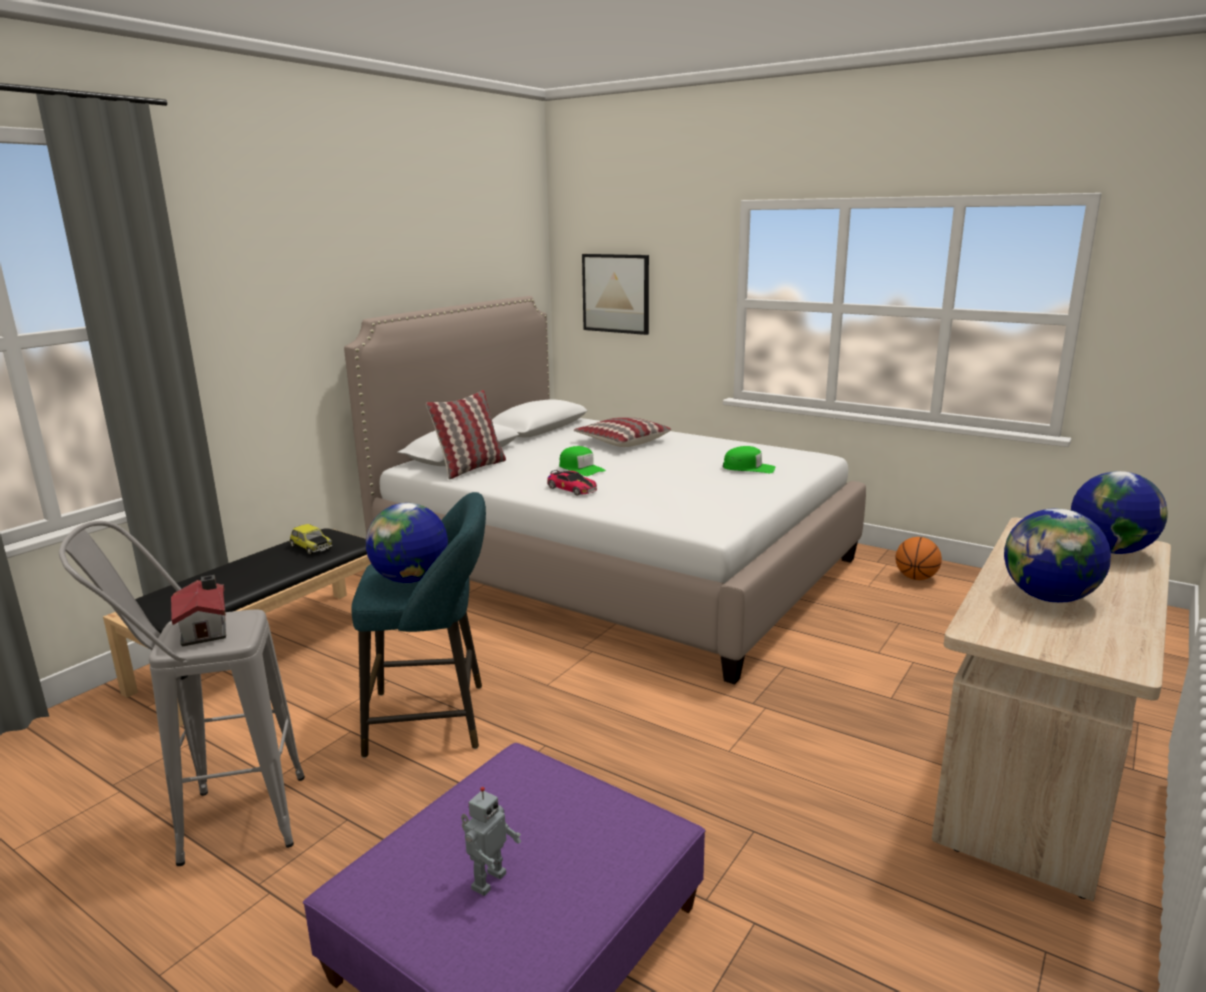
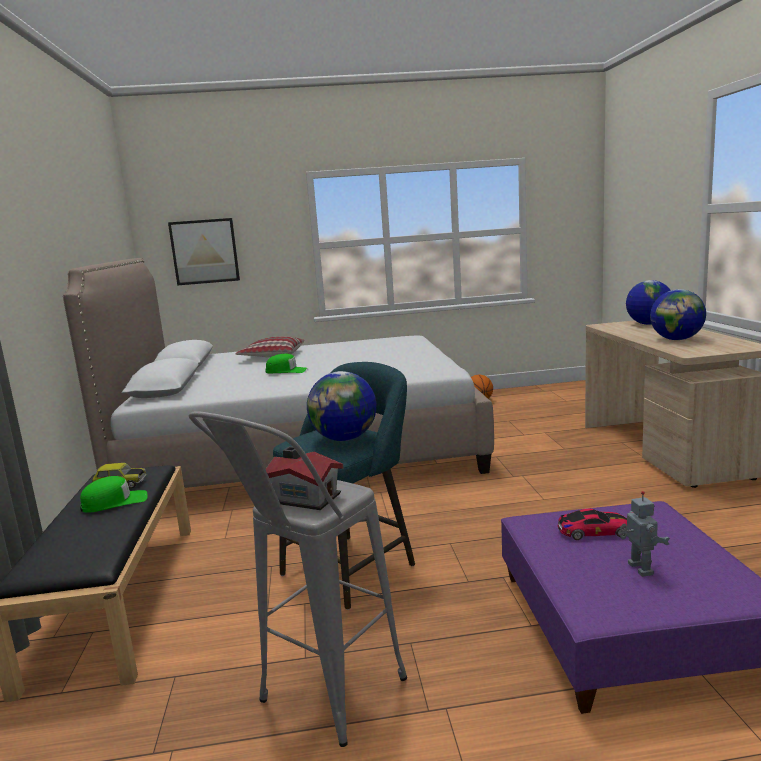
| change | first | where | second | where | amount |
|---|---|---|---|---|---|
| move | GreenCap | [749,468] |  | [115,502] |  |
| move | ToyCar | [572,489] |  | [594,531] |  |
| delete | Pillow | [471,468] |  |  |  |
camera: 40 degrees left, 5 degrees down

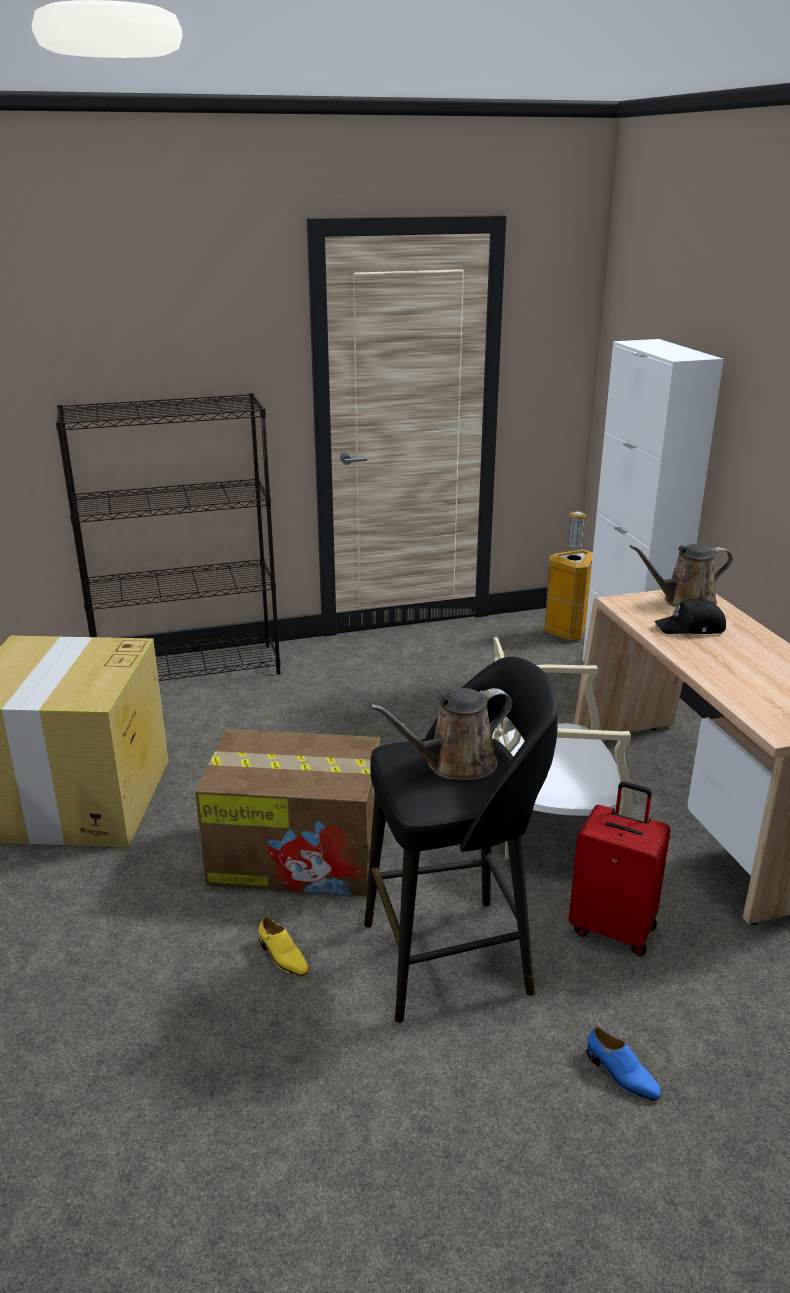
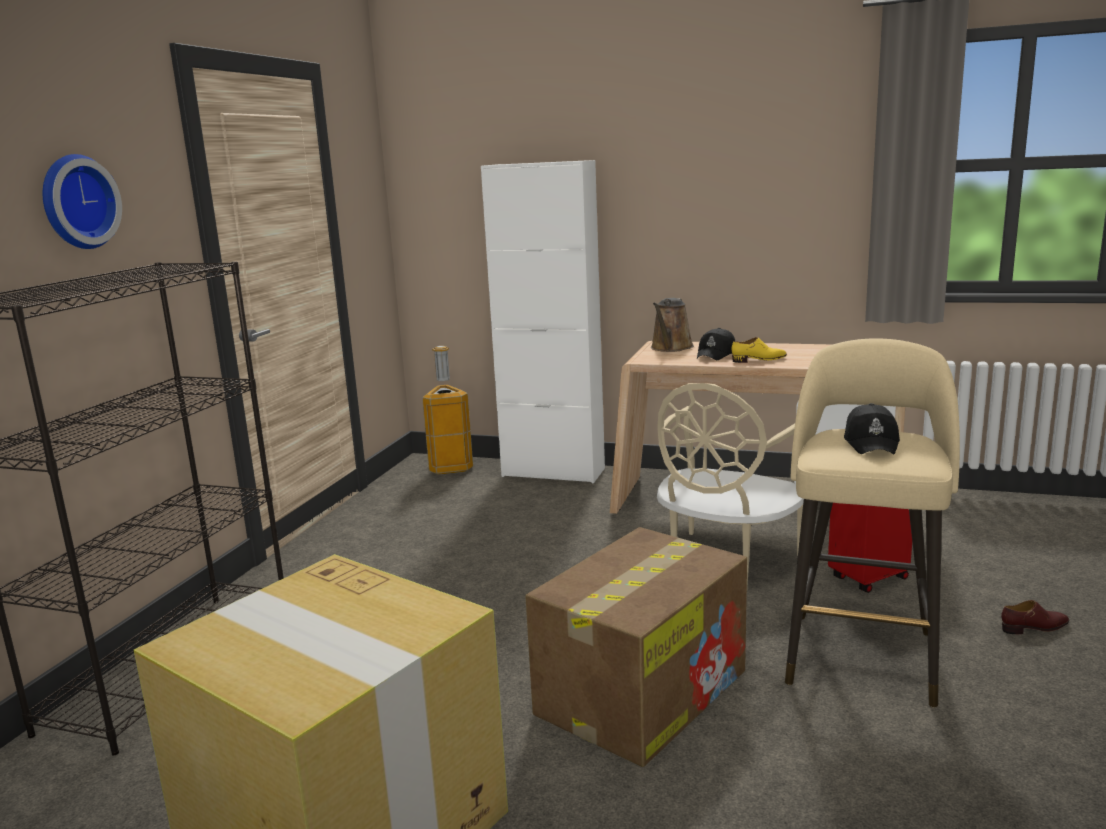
| change | first | where | second | where | amount |
|---|---|---|---|---|---|
| insert |  |  | WallClock | [76,202] |  |
| move | YellowShoe | [283,957] |  | [759,360] |  |
| recolor | BlackStool | [452,957] | BeigeStool | [861,654] |  |
| replace | BrownWateringCan | [454,764] | BlackCap | [872,442] |  |
| recolor | BlueShoe | [621,1075] | BrownShoe | [1035,628] |  |
camera: 55 degrees left, 10 degrees down

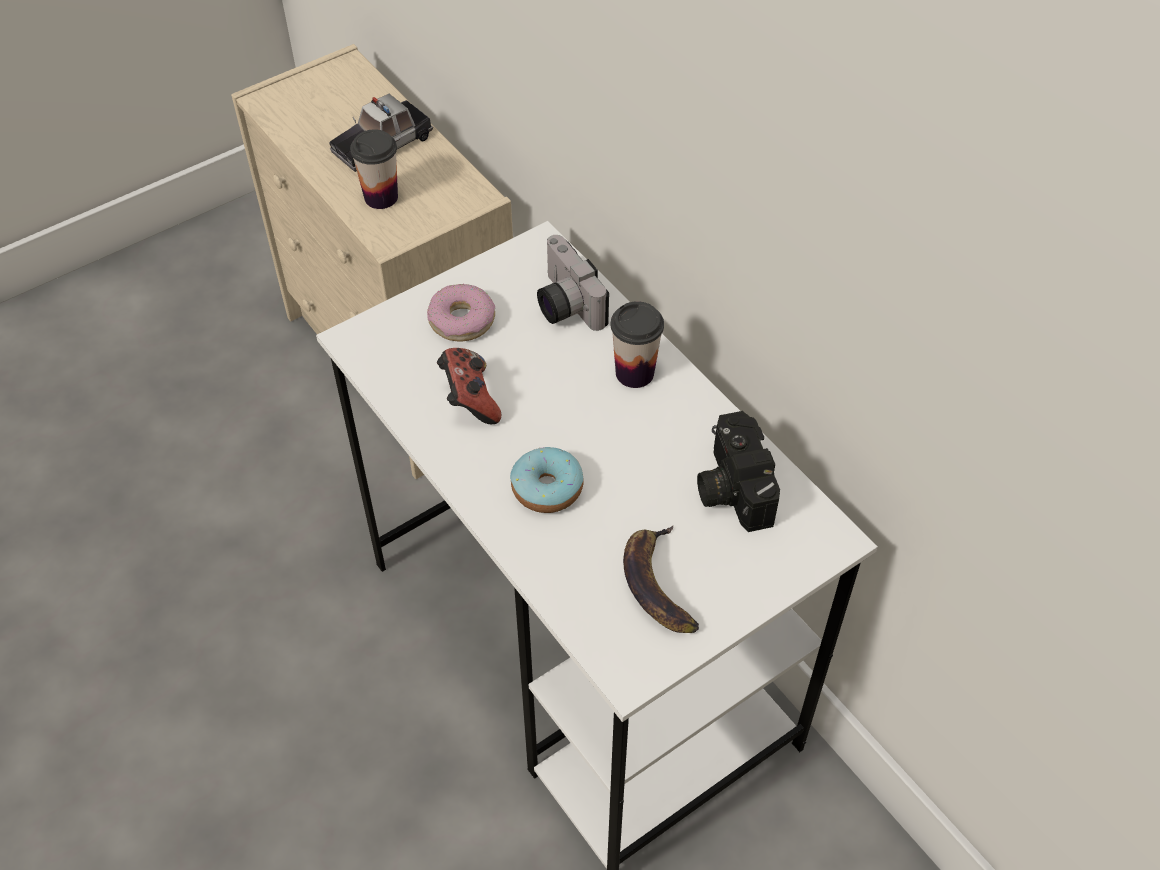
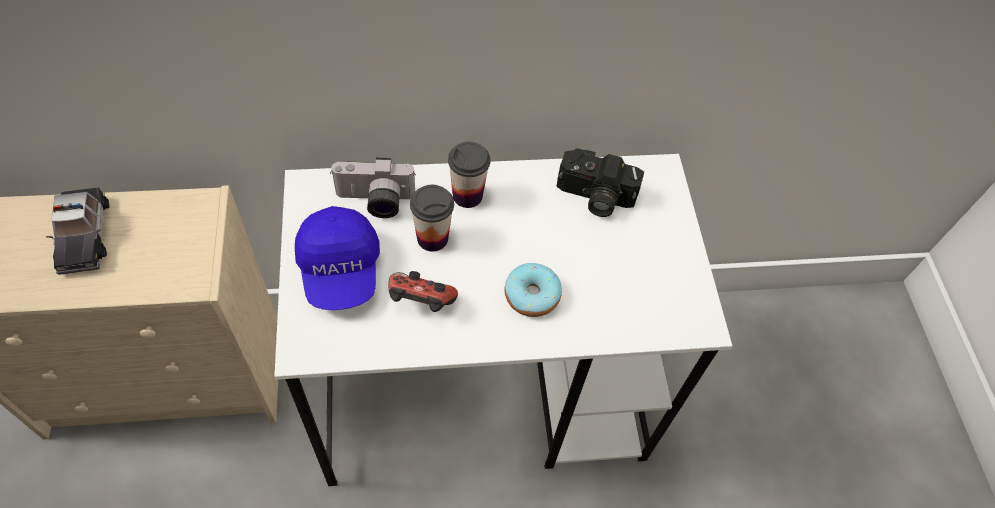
| change | first | where | second | where | amount |
|---|---|---|---|---|---|
| replace | Donut | [462,320] | BlueCap | [340,270] |  |
| move | Cup | [381,197] |  | [432,238] |  |
| delete | Banana | [657,584] |  |  |  |
camera: 65 degrees left, 5 degrees up

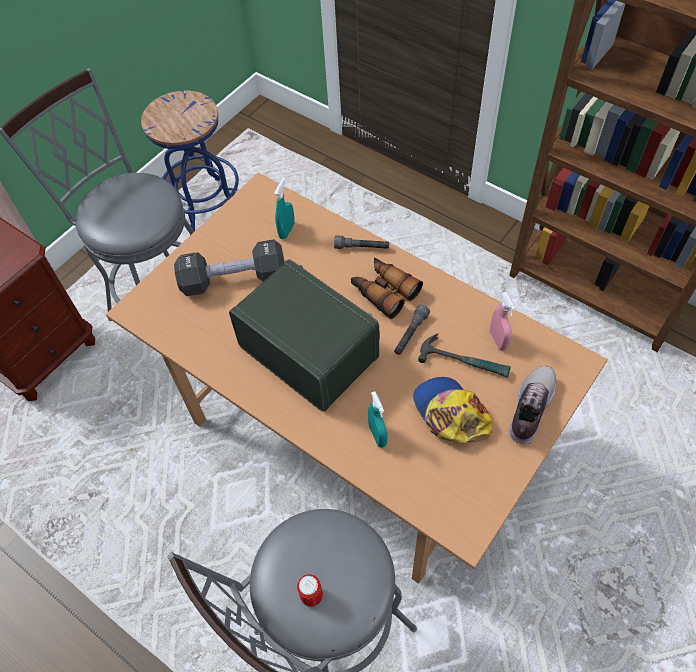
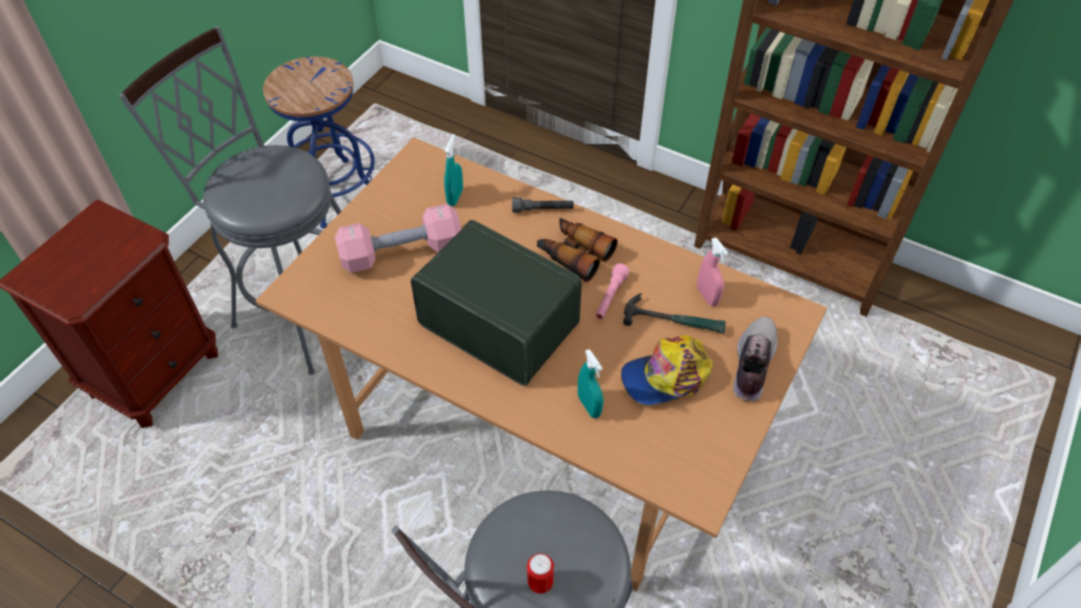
| change | first | where | second | where | amount |
|---|---|---|---|---|---|
| recolor | BlackDumbbell | [234,279] | PinkDumbbell | [401,252] |  |
| recolor | GreyFlashlight | [410,334] | PinkFlashlight | [610,297] |  |
| rotate | Cap | [450,413] |  | [666,376] | 75 degrees counterclockwise |
camera: 10 degrees left, 5 degrees down

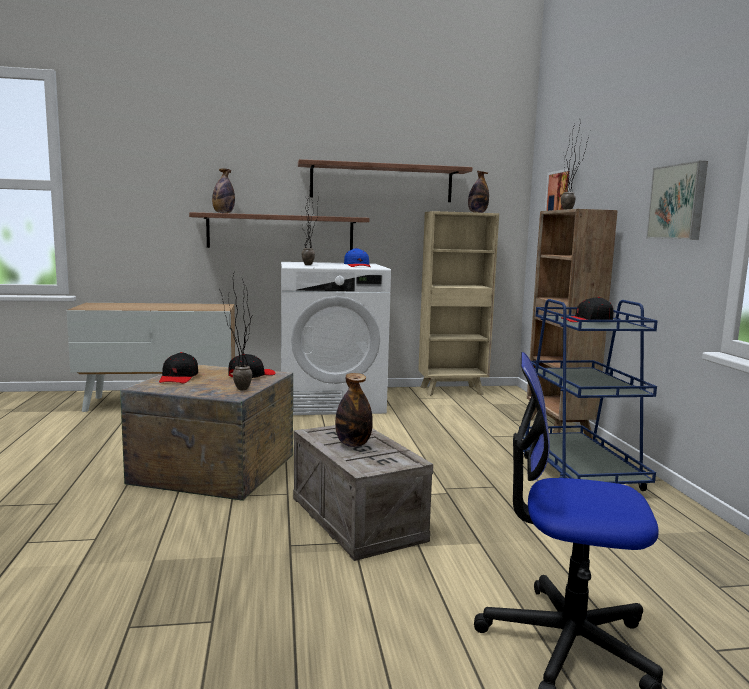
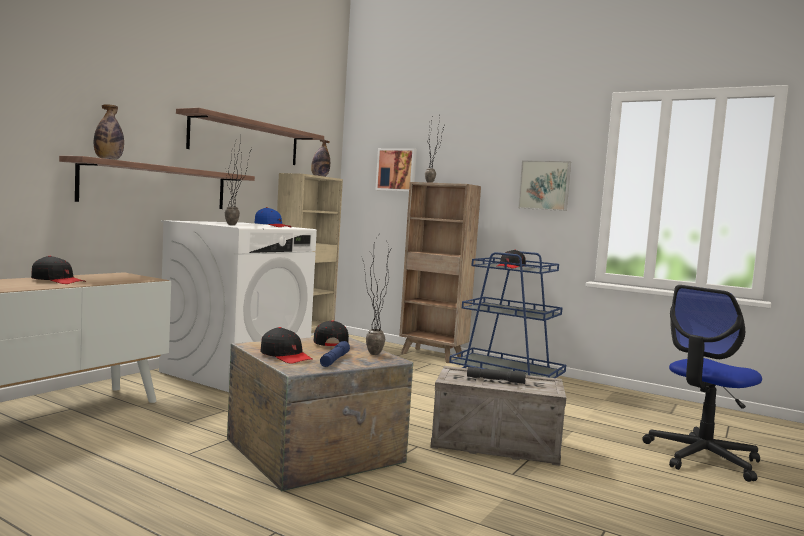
| change | first | where | second | where | amount |
|---|---|---|---|---|---|
| insert |  |  | BlackCap | [58,281] |  |
| insert |  |  | BlueFlashlight | [334,360] |  |
| replace | Bottle | [353,444] | GreyFlashlight | [495,380] |  |
camera: 50 degrees left, 5 degrees down

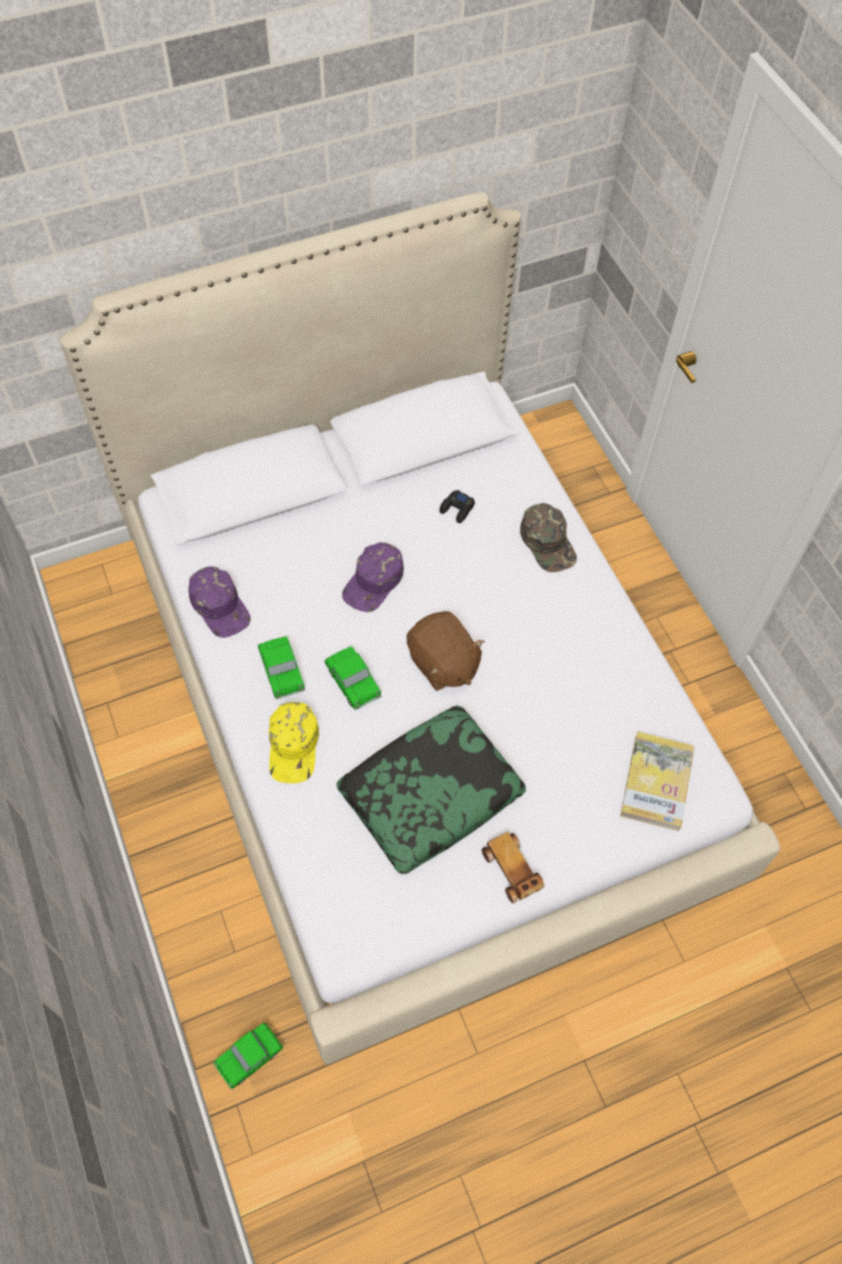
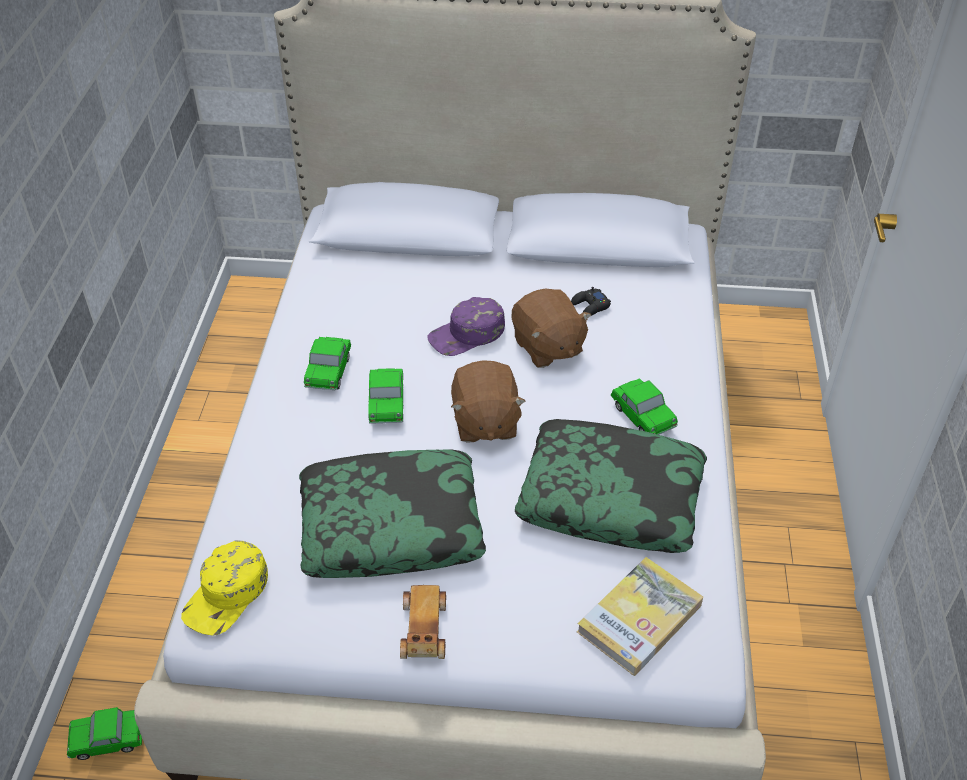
| change | first | where | second | where | amount |
|---|---|---|---|---|---|
| move | YellowCap | [294,746] |  | [227,594] |  |
| insert |  |  | BrownPlushToy | [547,347] |  |
| insert |  |  | Pillow | [611,497] |  |
| insert |  |  | ToyCar | [642,417] |  |
| delete | PurpleCap | [220,606] |  |  |  |
| delete | GreenCap | [548,542] |  |  |  |
camera: 30 degrees right, 15 degrees down

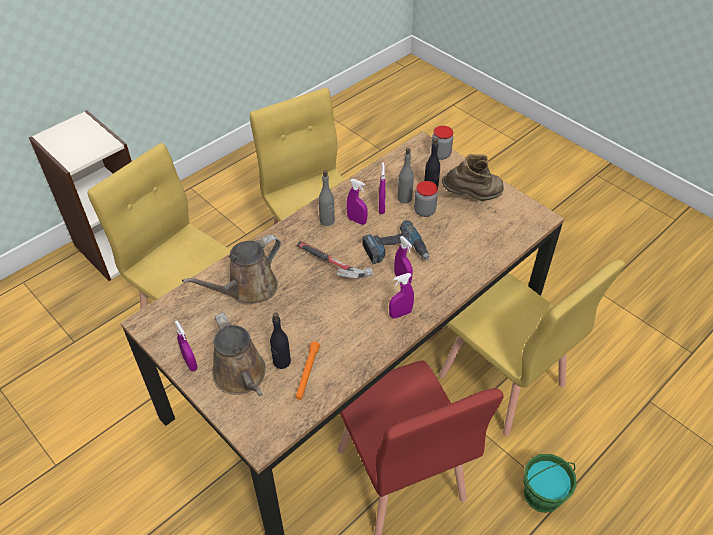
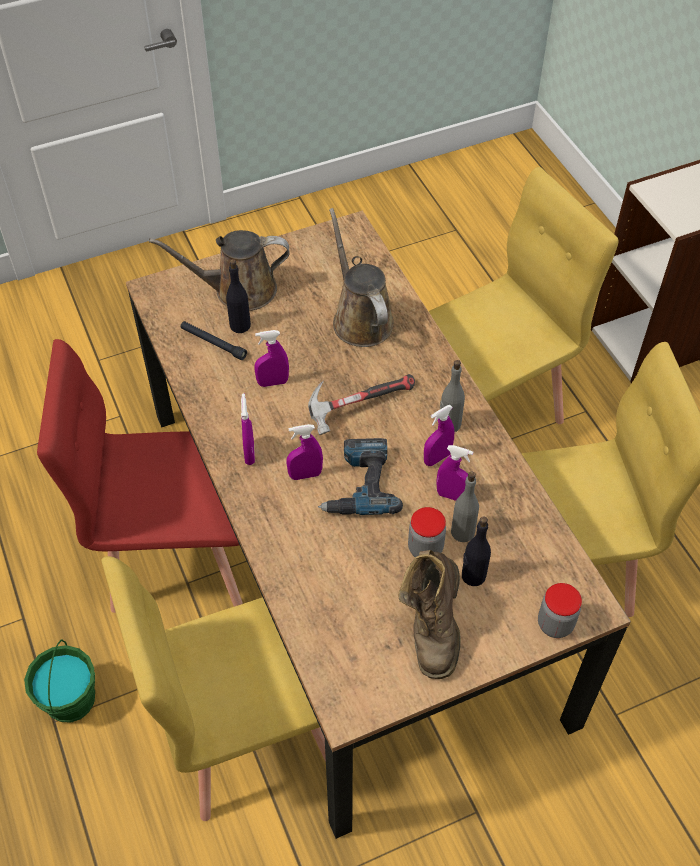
| change | first | where | second | where | amount |
|---|---|---|---|---|---|
| recolor | OrangeFlashlight | [307,373] | BlackFlashlight | [213,343] |  |
| move | PurpleSprayBottle | [190,363] |  | [273,382] |  |
camera: 110 degrees right, 5 degrees up

